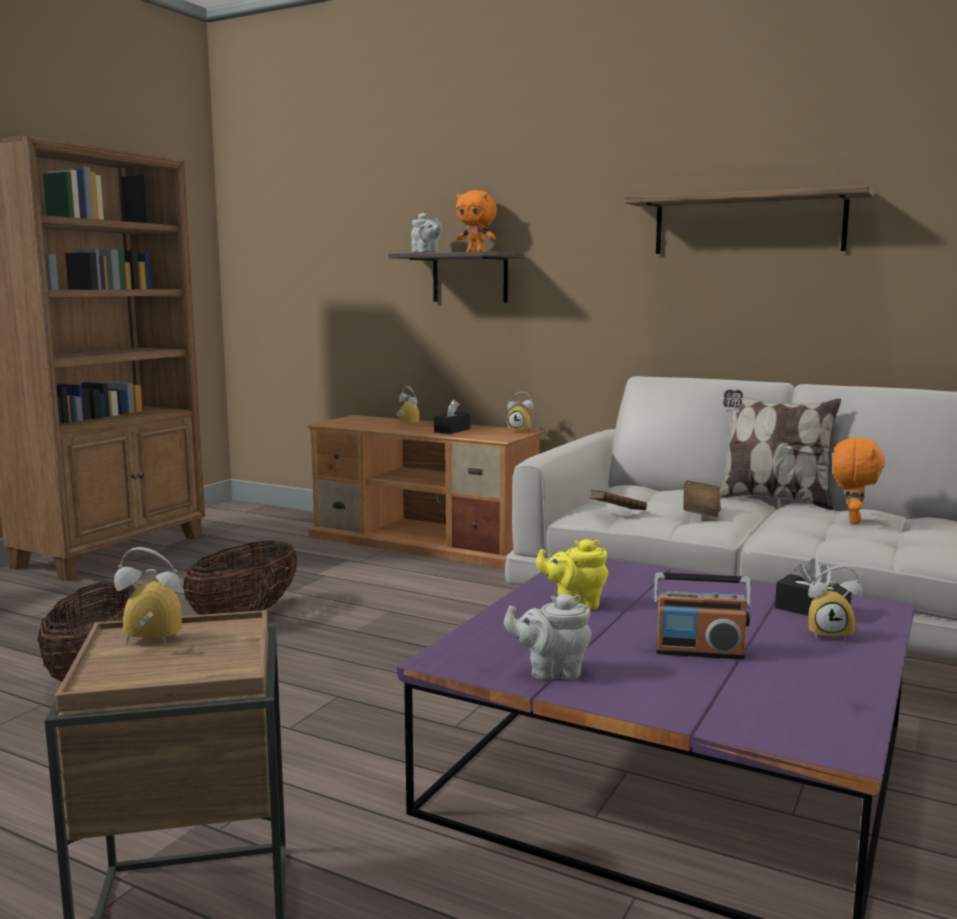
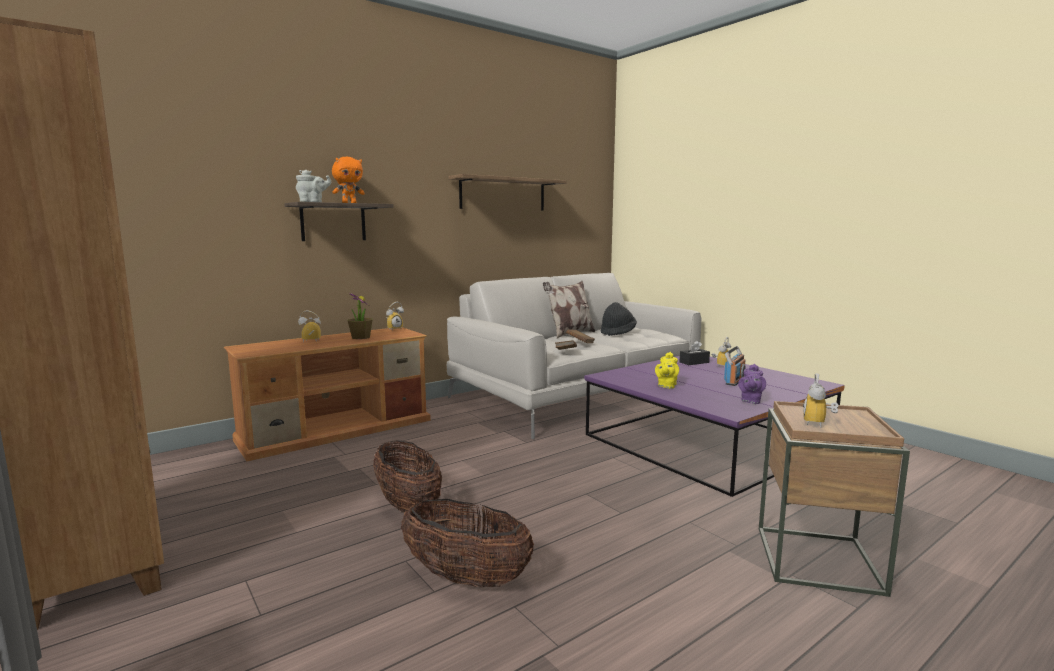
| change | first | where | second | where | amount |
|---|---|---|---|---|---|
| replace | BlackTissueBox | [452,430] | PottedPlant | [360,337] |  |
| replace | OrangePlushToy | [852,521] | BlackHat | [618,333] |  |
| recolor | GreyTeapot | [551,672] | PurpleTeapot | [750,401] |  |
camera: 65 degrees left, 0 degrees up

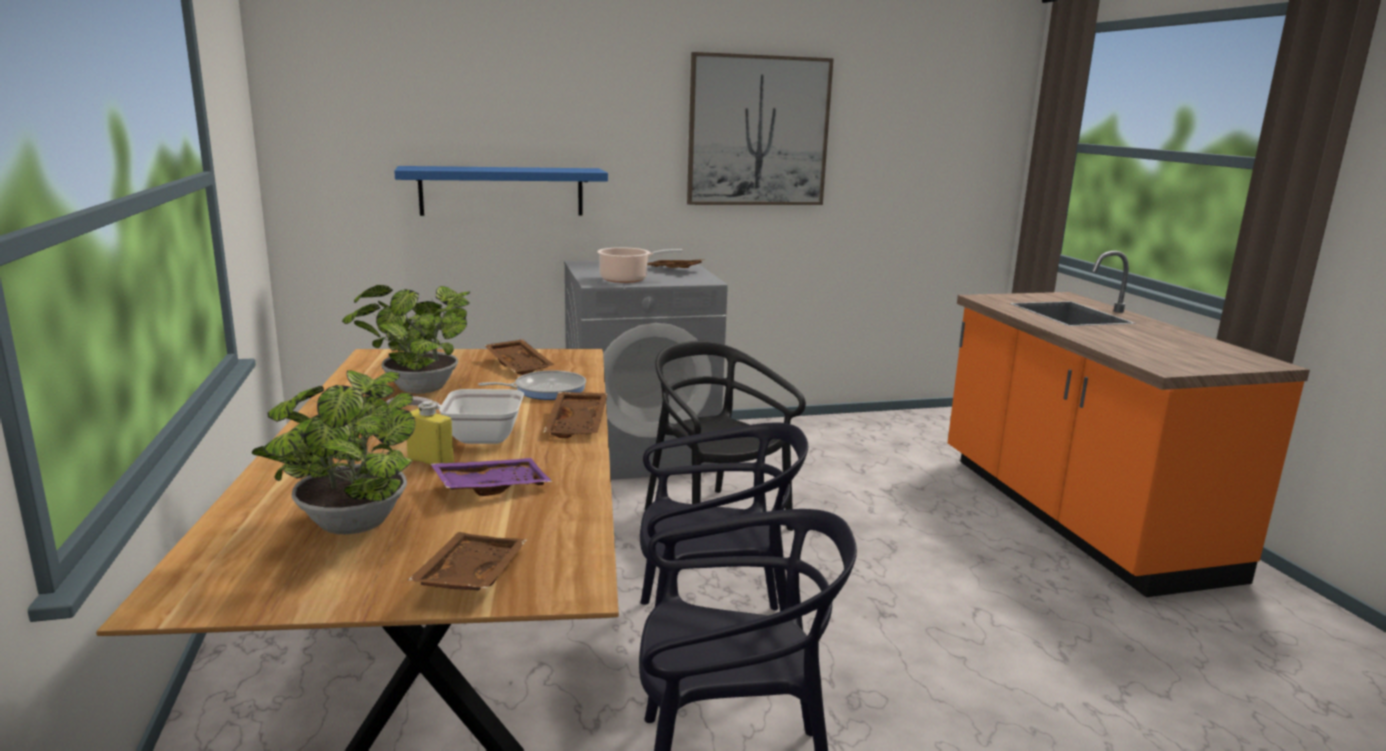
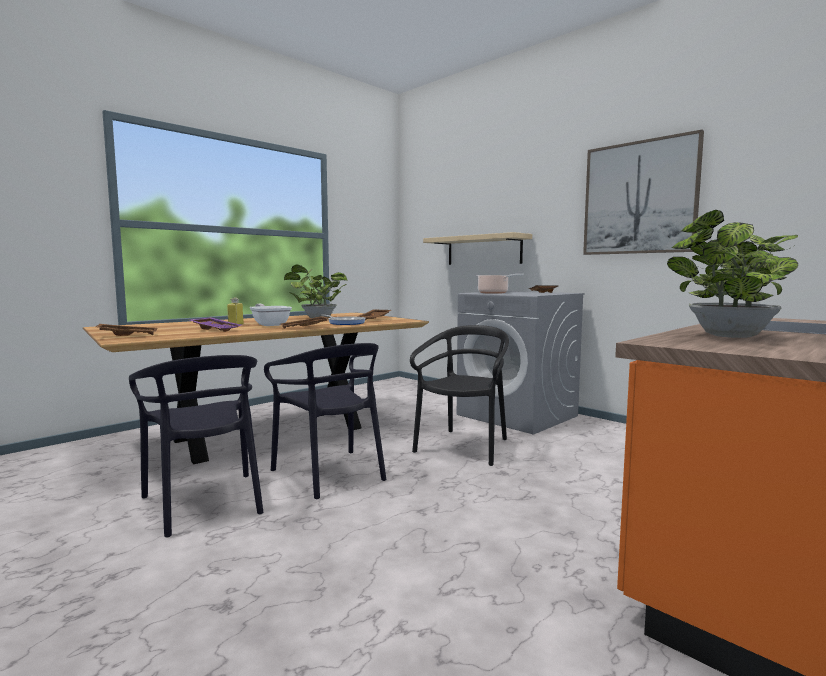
| change | first | where | second | where | amount |
|---|---|---|---|---|---|
| recolor | BlueShelf | [502,191] | BeigeShelf | [483,250] |  |
| move | PottedPlant | [350,528] |  | [727,336] |  |
camera: 60 degrees right, 10 degrees down

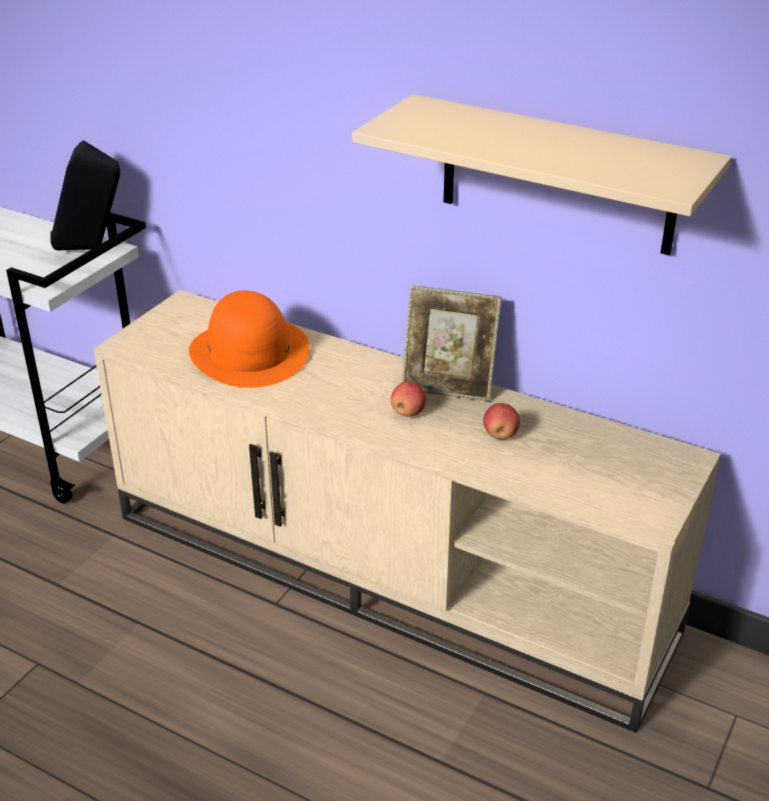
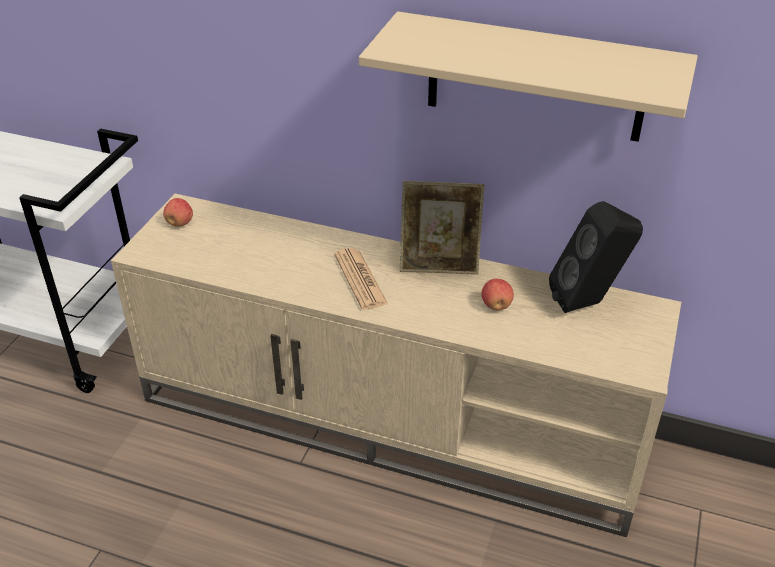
| change | first | where | second | where | amount |
|---|---|---|---|---|---|
| move | Apple | [408,412] |  | [180,223] |  |
| insert |  |  | Newspaper | [360,279] |  |
| move | BlackSpeaker | [92,248] |  | [588,302] |  |
| delete | OrangeHat | [250,352] |  |  |  |
camera: 10 degrees left, 5 degrees up

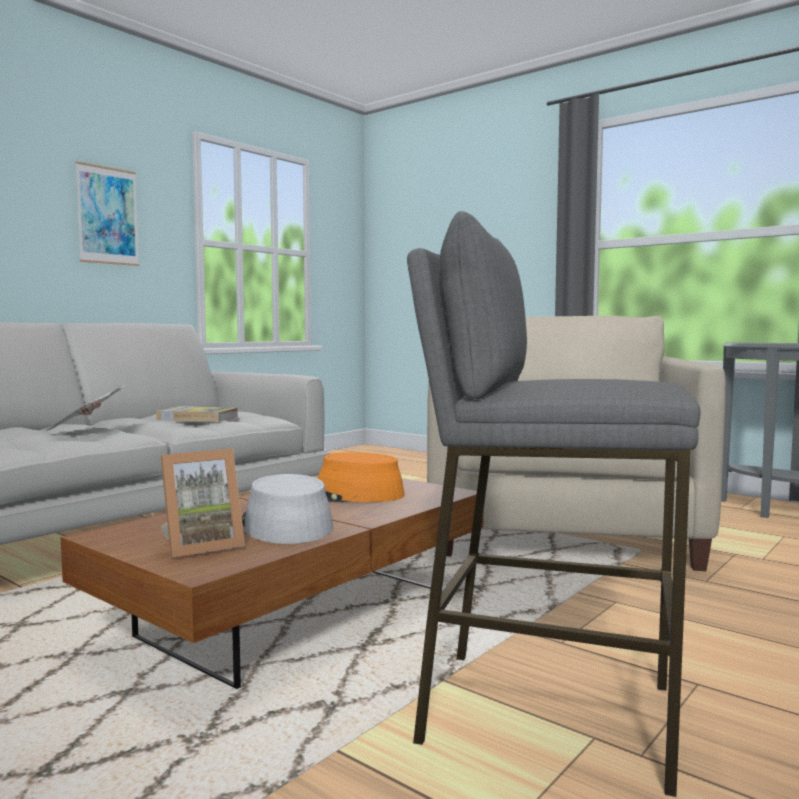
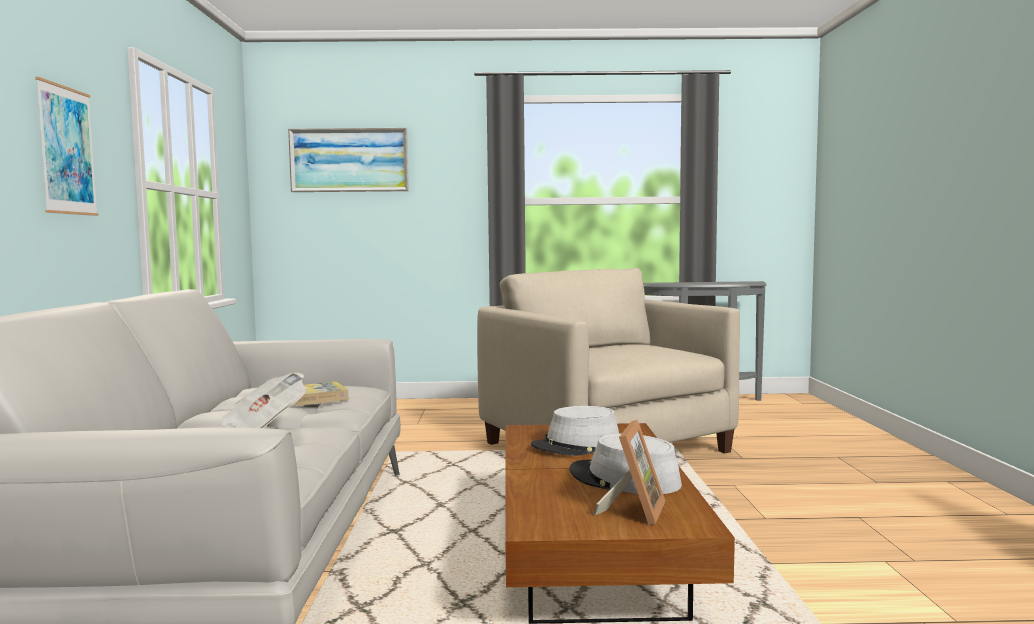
| change | first | where | second | where | amount |
|---|---|---|---|---|---|
| insert |  |  | Picture | [349,160] |  |
| recolor | OrangeHat | [349,494] | GreyHat | [576,445] |  |
| delete | GreyStool | [547,713] |  |  |  |
camera: 40 degrees left, 0 degrees up

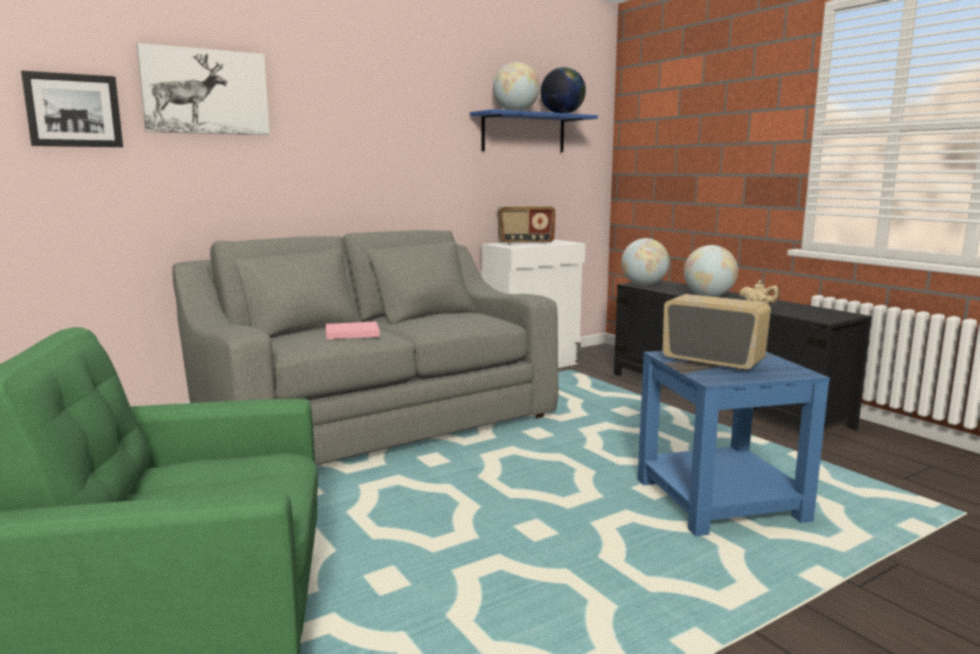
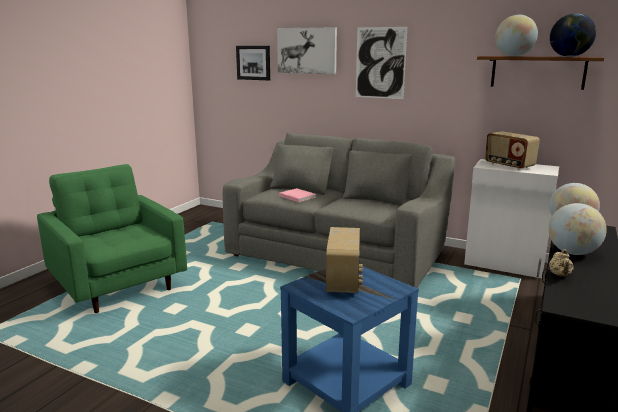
| change | first | where | second | where | amount |
|---|---|---|---|---|---|
| insert |  |  | Picture | [380,63] |  |
| recolor | BlueShelf | [523,133] | BrownShelf | [537,72] |  |
camera: 60 degrees right, 5 degrees up

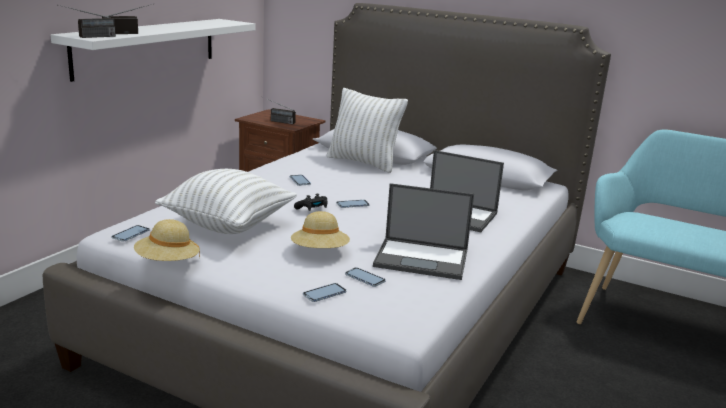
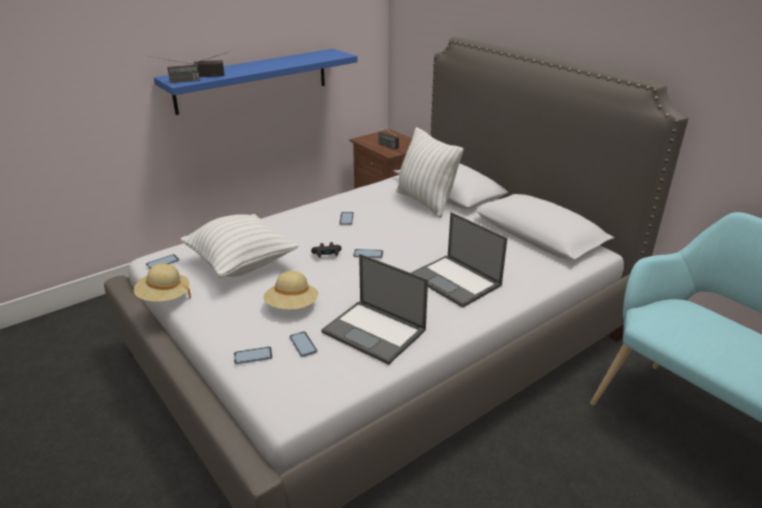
| change | first | where | second | where | amount |
|---|---|---|---|---|---|
| recolor | WhiteShelf | [147,47] | BlueShelf | [253,80] |  |
camera: 25 degrees right, 10 degrees up

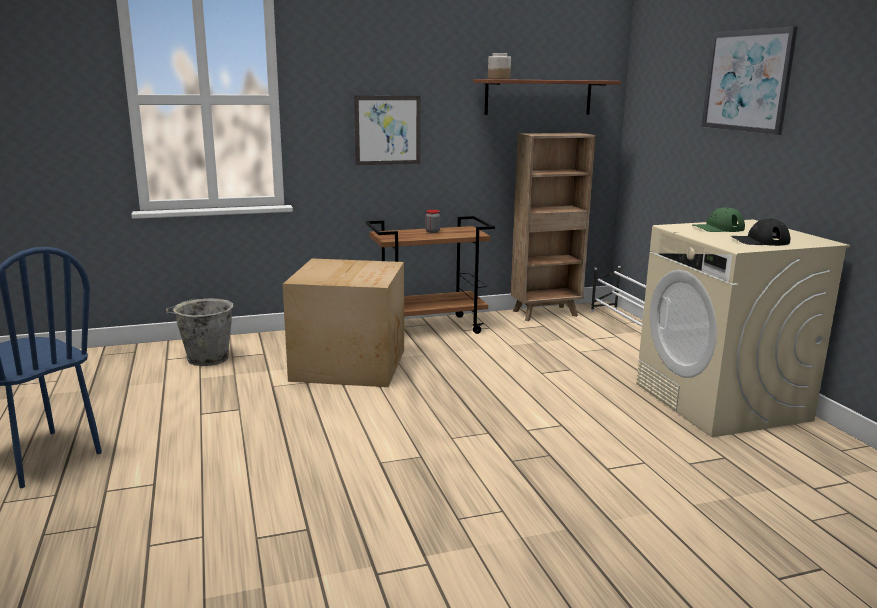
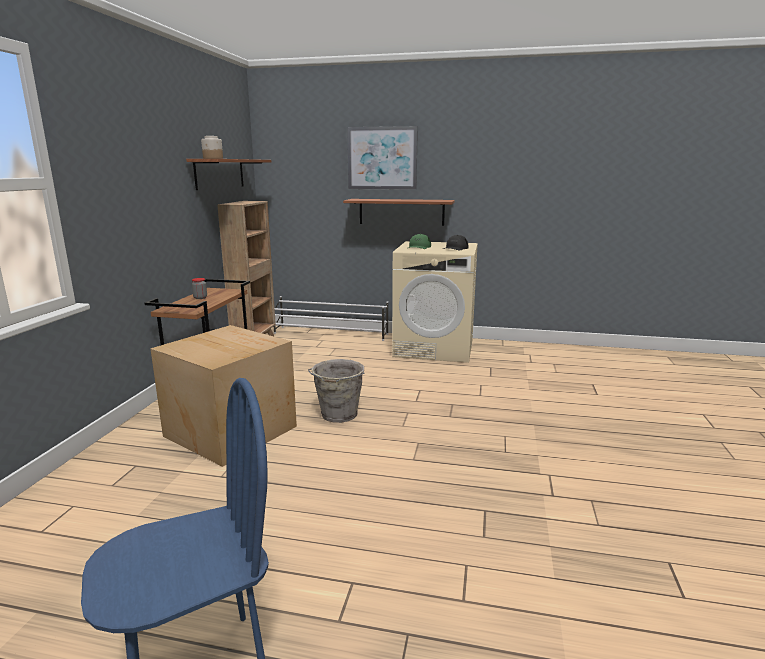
| change | first | where | second | where | amount |
|---|---|---|---|---|---|
| move | GreyBucket | [206,359] |  | [338,415] |  |
| insert |  |  | Shelf | [401,212] |  |
| delete | Picture | [387,130] |  |  |  |
camera: 60 degrees left, 0 degrees up

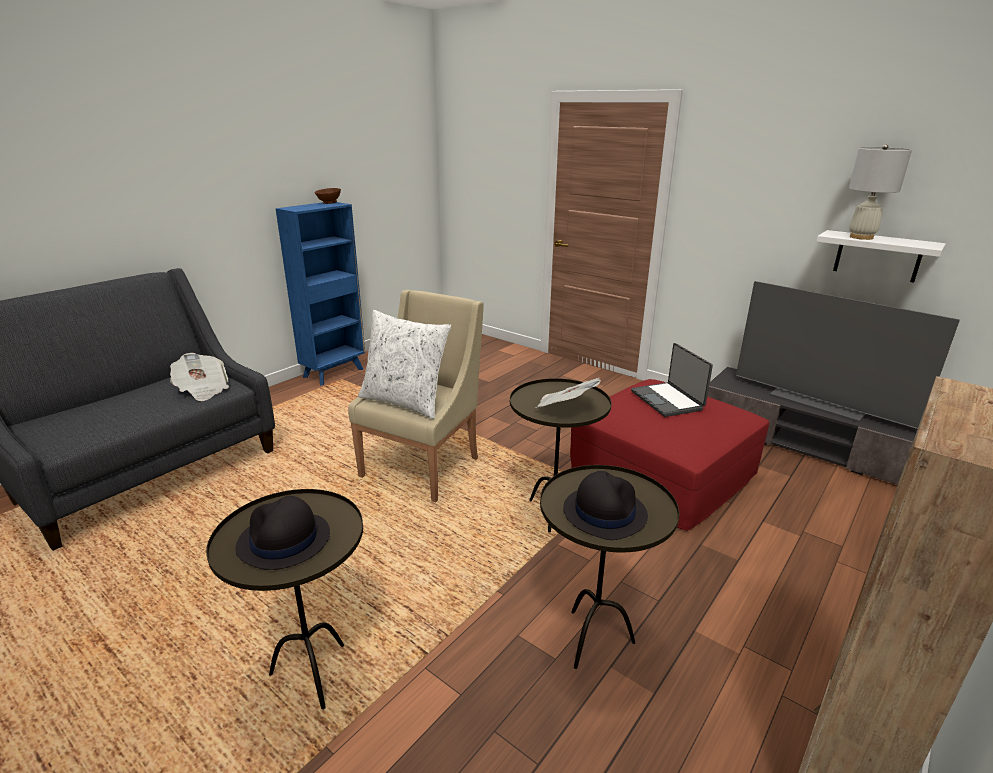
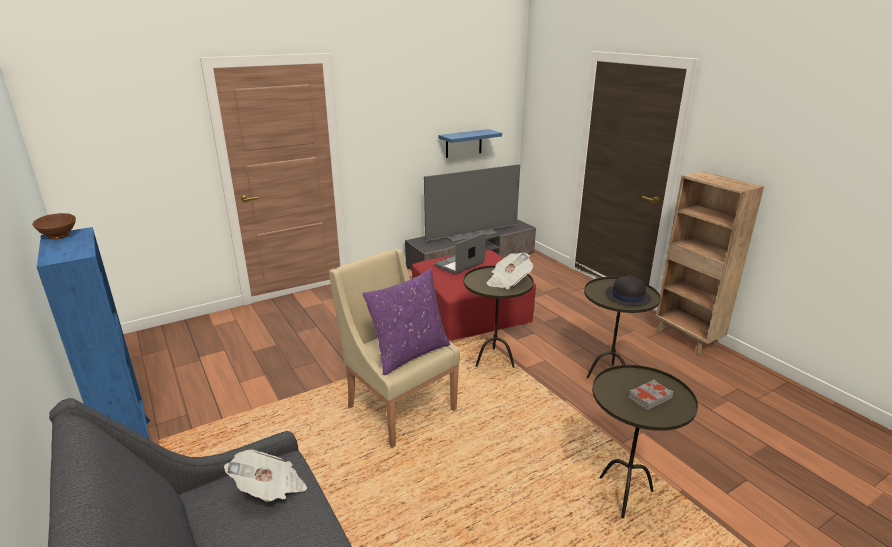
| change | first | where | second | where | amount |
|---|---|---|---|---|---|
| recolor | WhitePillow | [405,402] | PurplePillow | [409,353] |  |
| rotate | Laptop | [668,400] |  | [460,264] | 135 degrees clockwise |
| recolor | WhiteShelf | [877,256] | BlueShelf | [463,143] |  |
| replace | BlackHat | [283,541] | GreyBook | [649,397] |  |
| delete | WhiteTableLamp | [861,237] |  |  |  |
camera: 70 degrees left, 0 degrees up

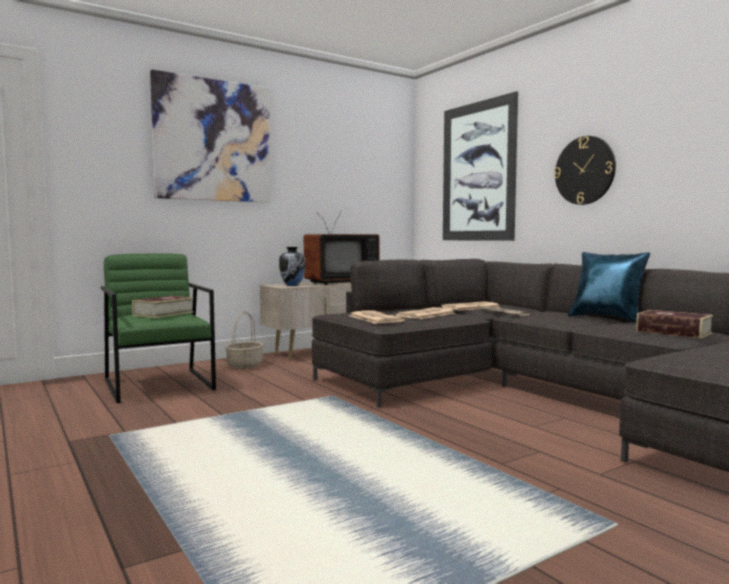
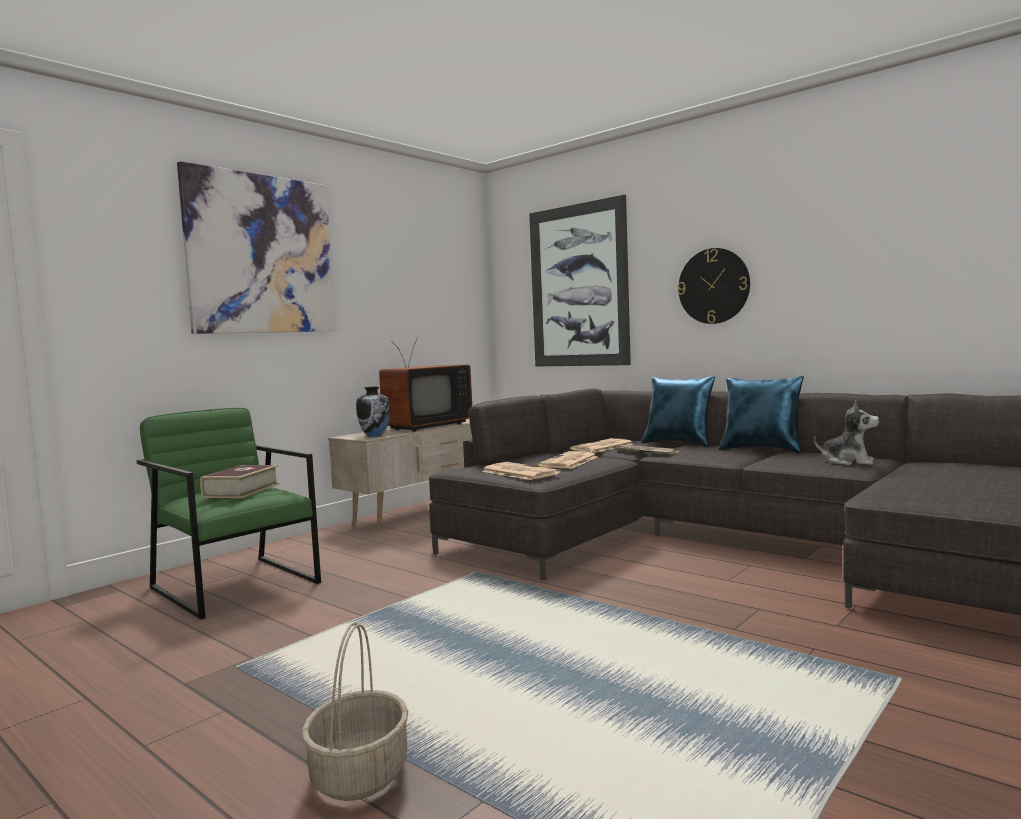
| change | first | where | second | where | amount |
|---|---|---|---|---|---|
| move | Basket | [244,365] |  | [359,773] |  |
| insert |  |  | BluePillow | [679,443] |  |
| replace | Book | [673,332] | PlushToy | [848,461] |  |
camera: 15 degrees left, 0 degrees up

